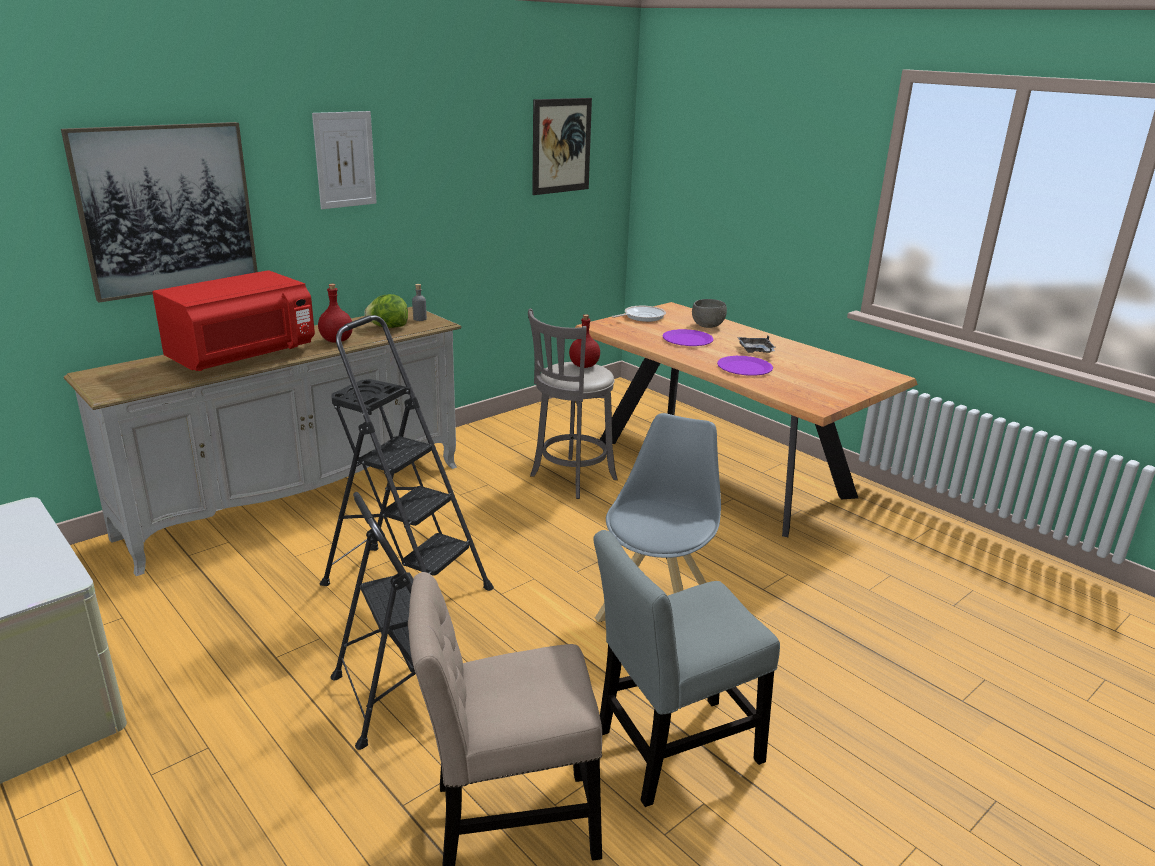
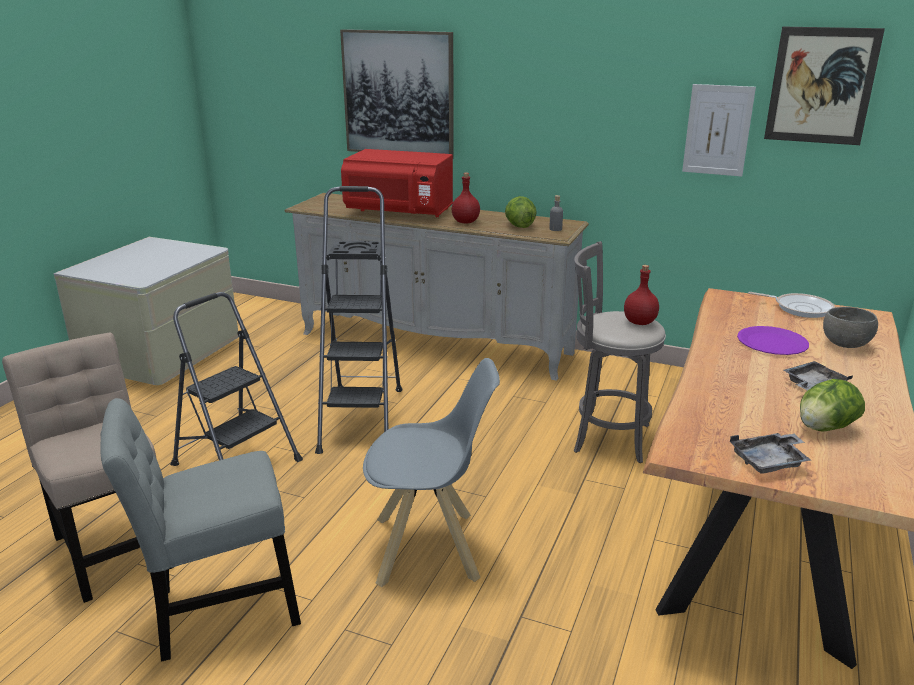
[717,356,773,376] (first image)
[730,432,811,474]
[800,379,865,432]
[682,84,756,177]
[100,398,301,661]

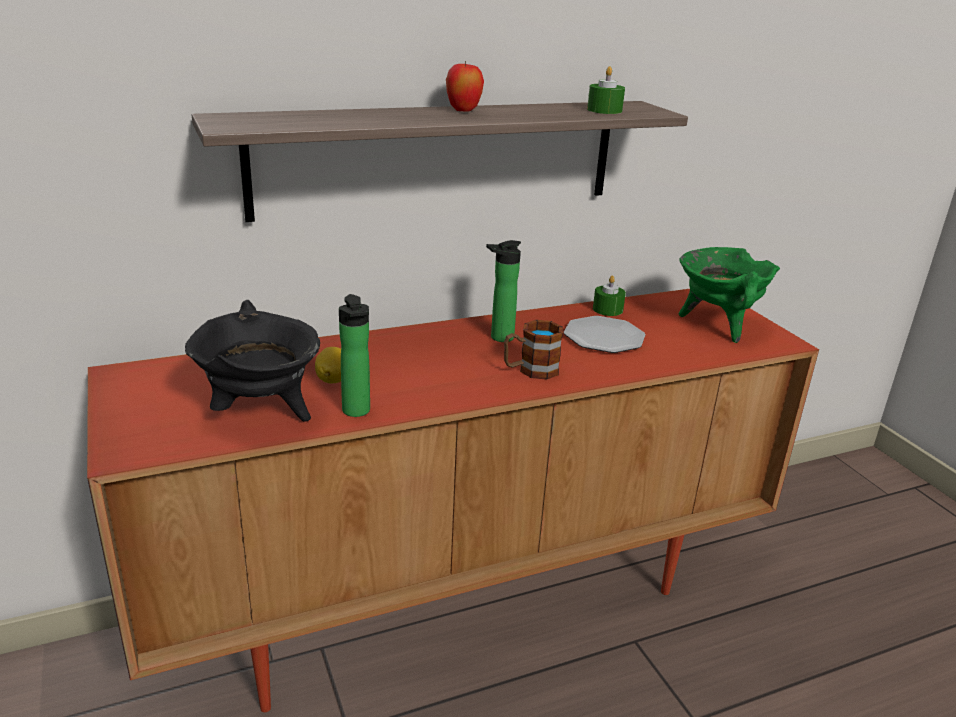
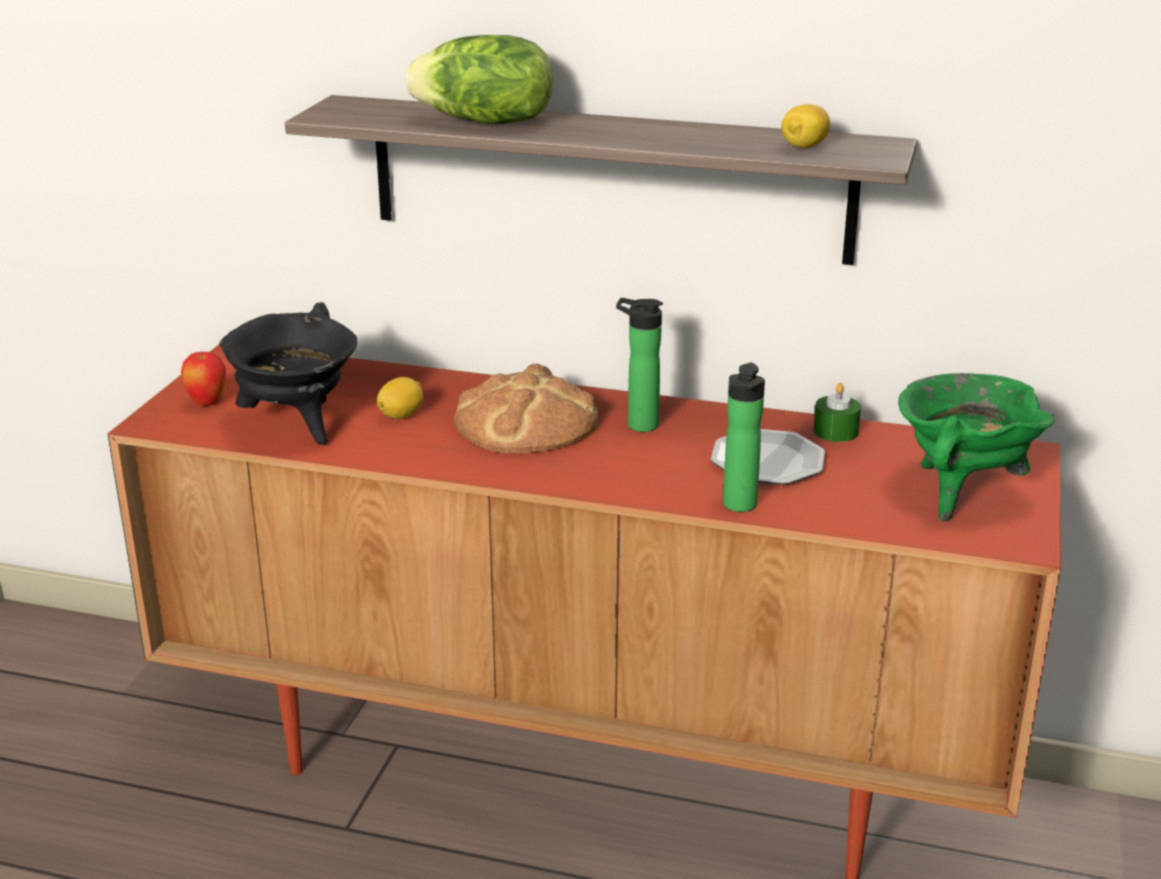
[504,320,563,380] (first image)
[405,35,553,124]
[454,363,598,453]
[723,363,765,512]
[181,351,226,406]
[781,104,830,148]

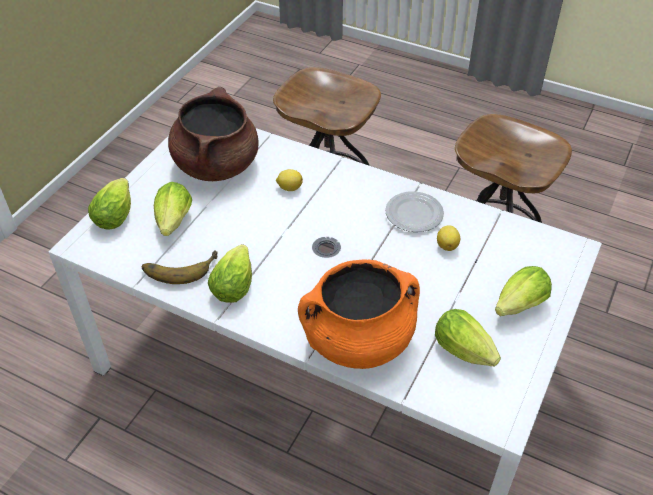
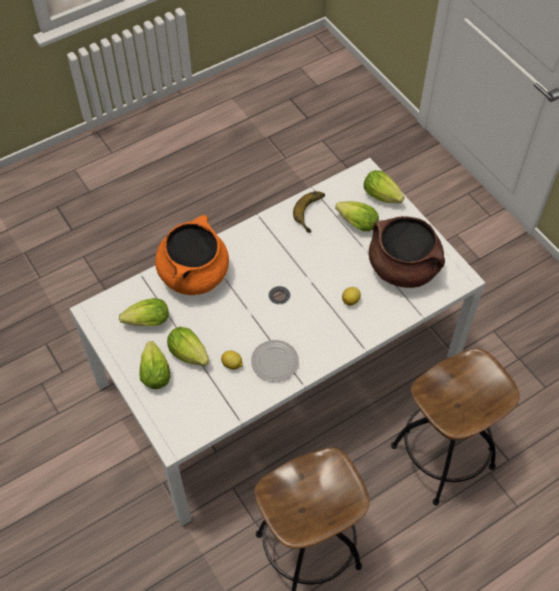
[167,327,209,366]

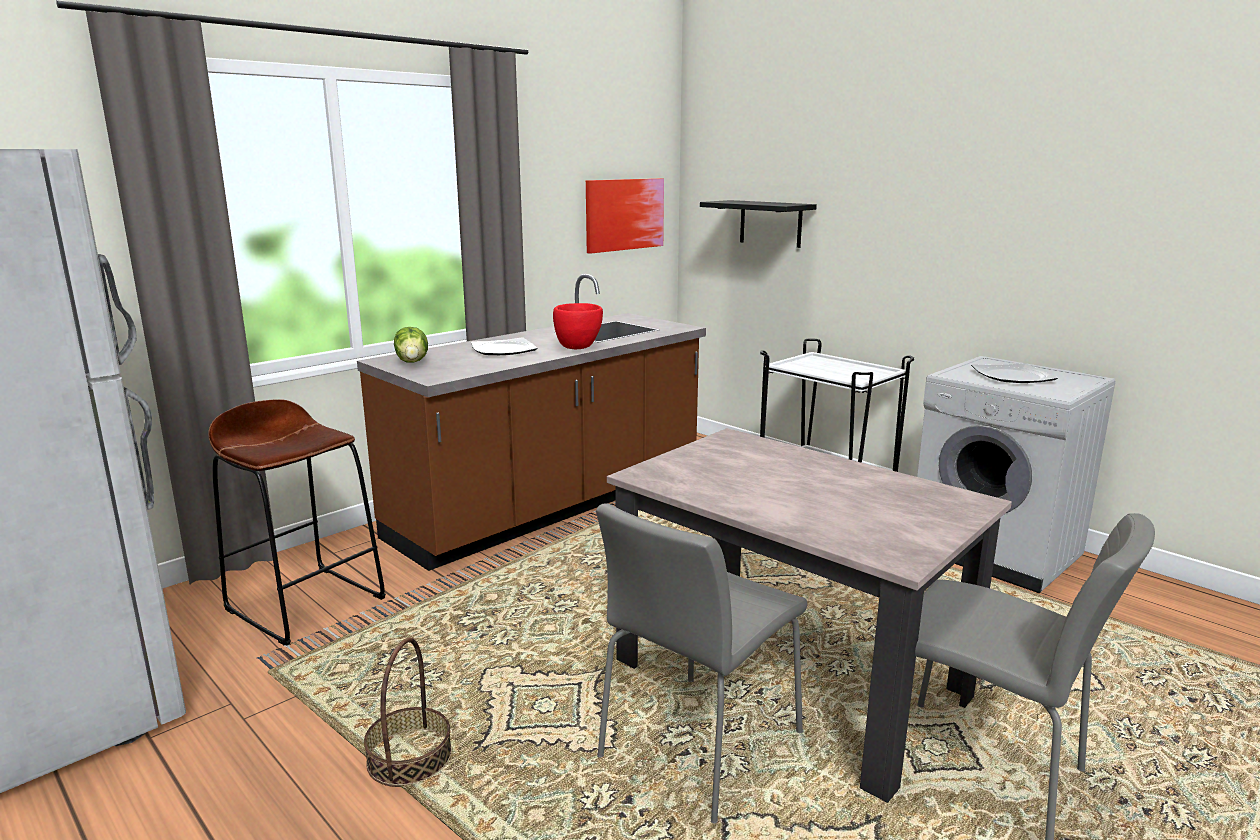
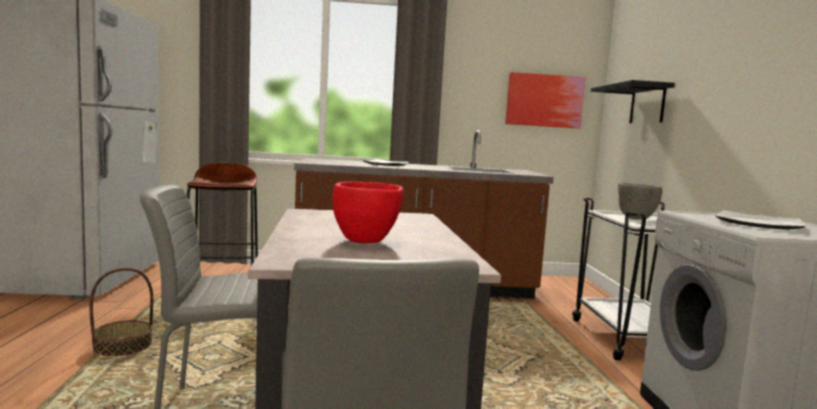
[394,327,428,363] (first image)
[618,183,662,220]
[333,181,404,243]

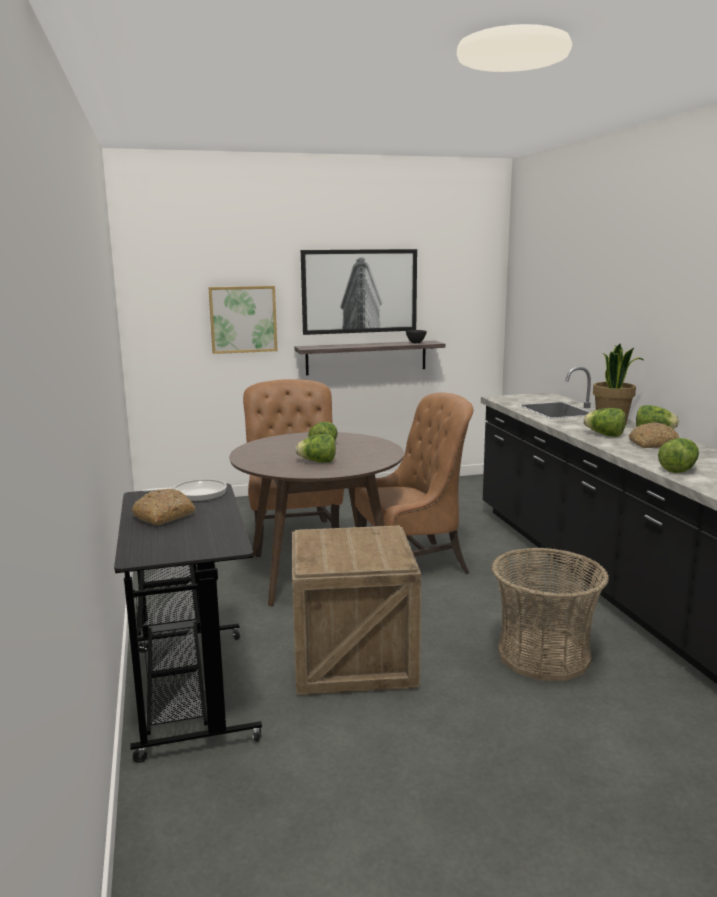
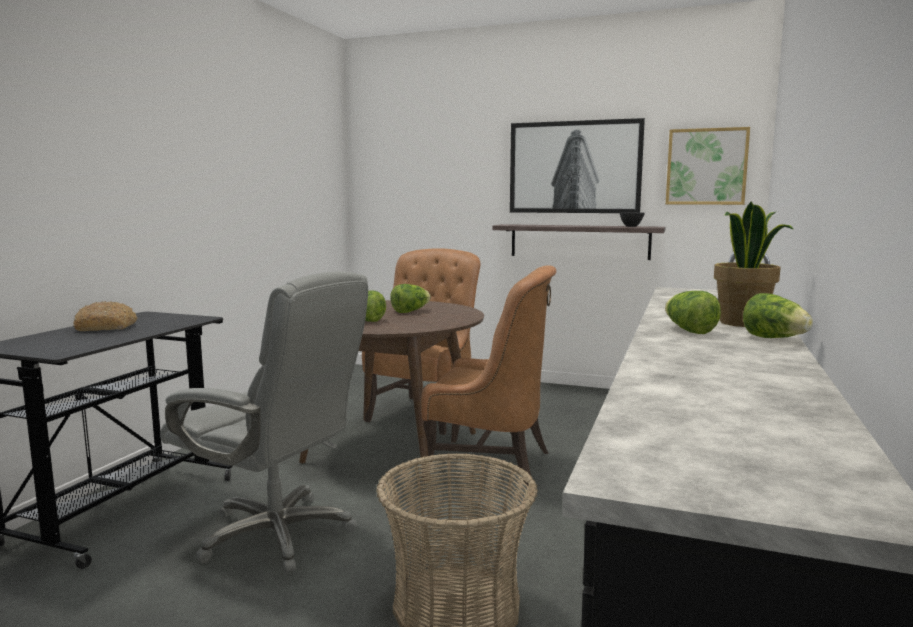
[143,479,227,502] (first image)
[629,422,679,448] (first image)
[658,438,699,473] (first image)
[666,127,750,205]
[160,272,368,574]

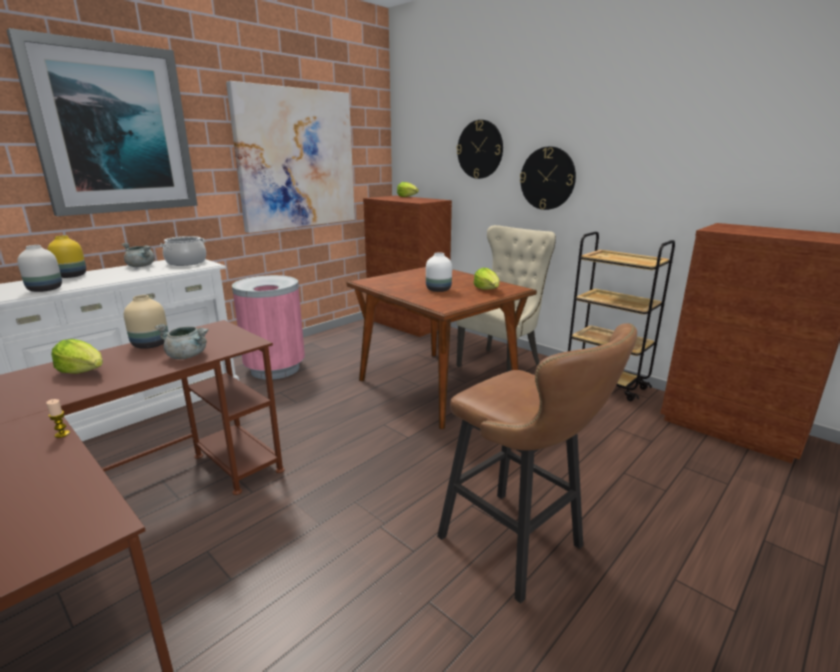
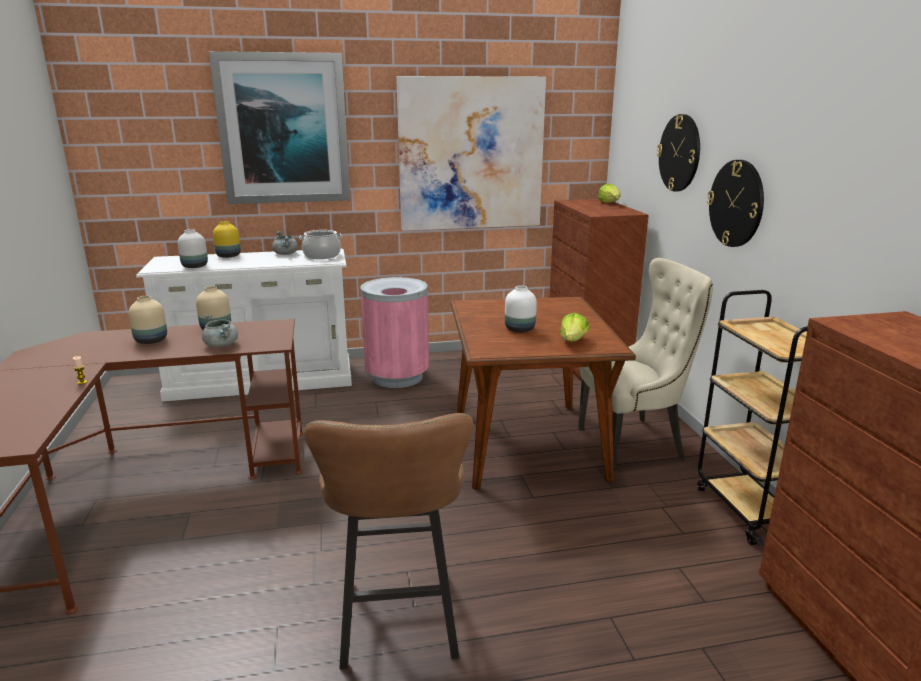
[128,296,167,344]

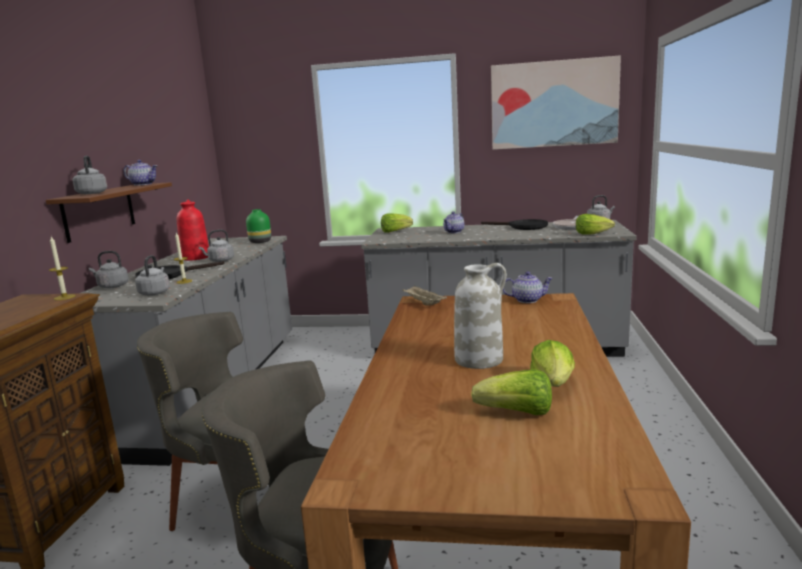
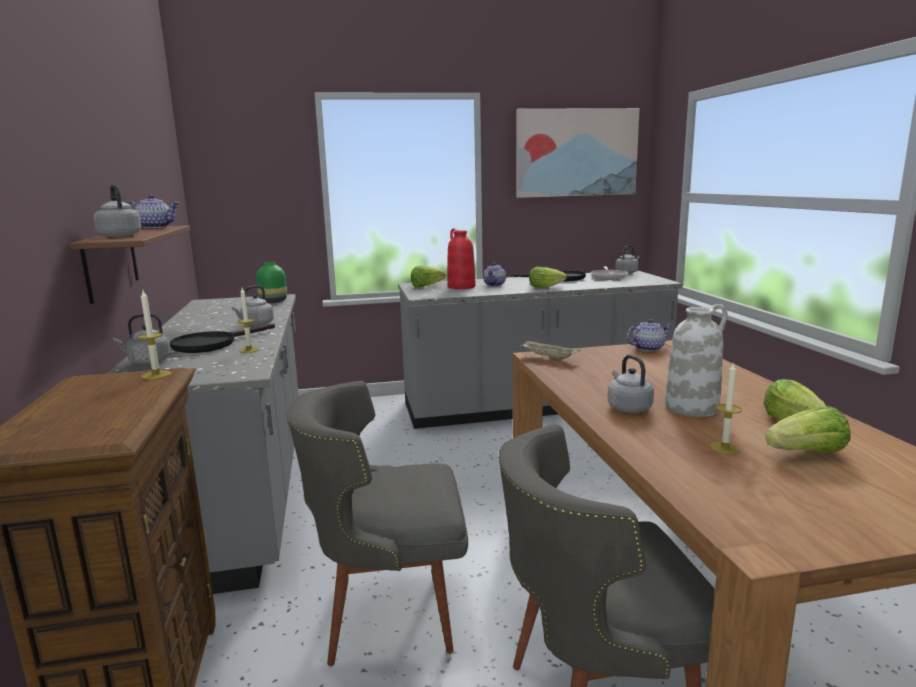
[710,362,742,454]
[608,355,654,413]
[447,228,475,289]
[529,267,567,288]

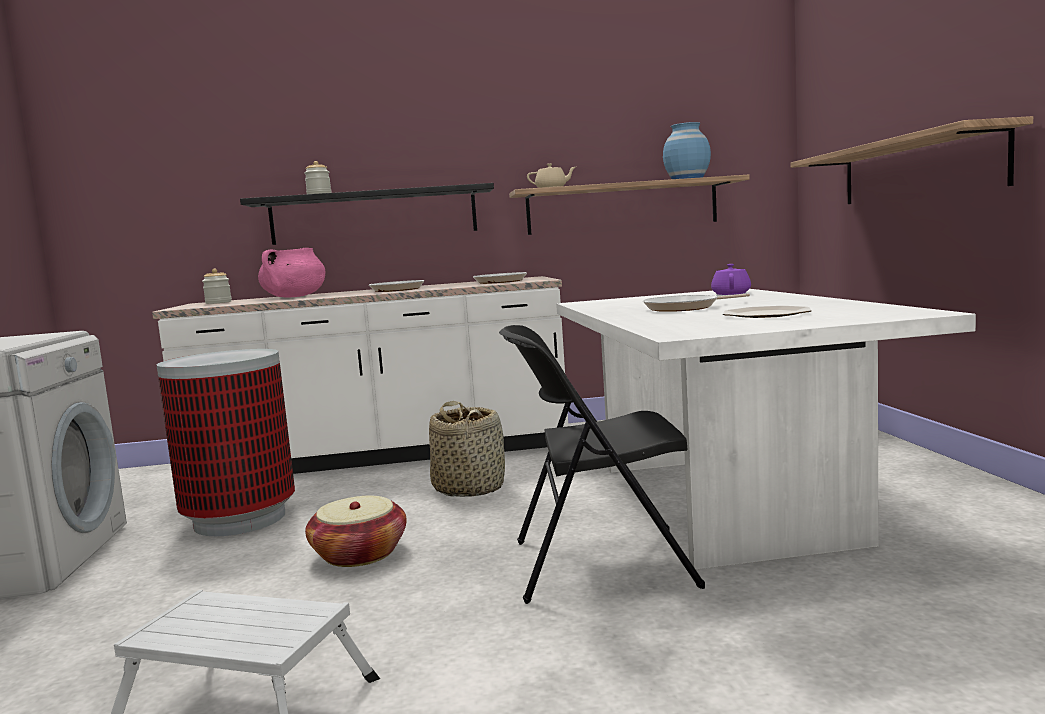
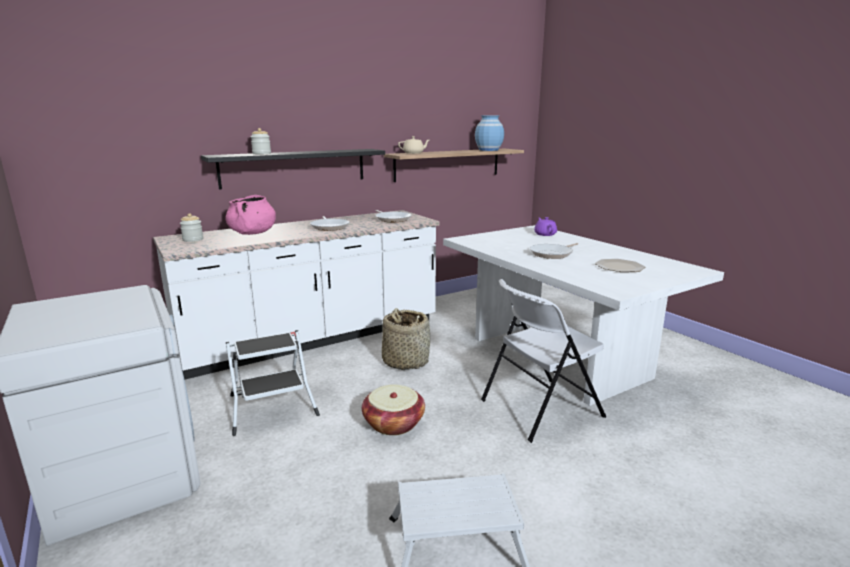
[790,116,1033,204] (first image)
[226,330,320,436]
[481,279,606,443]

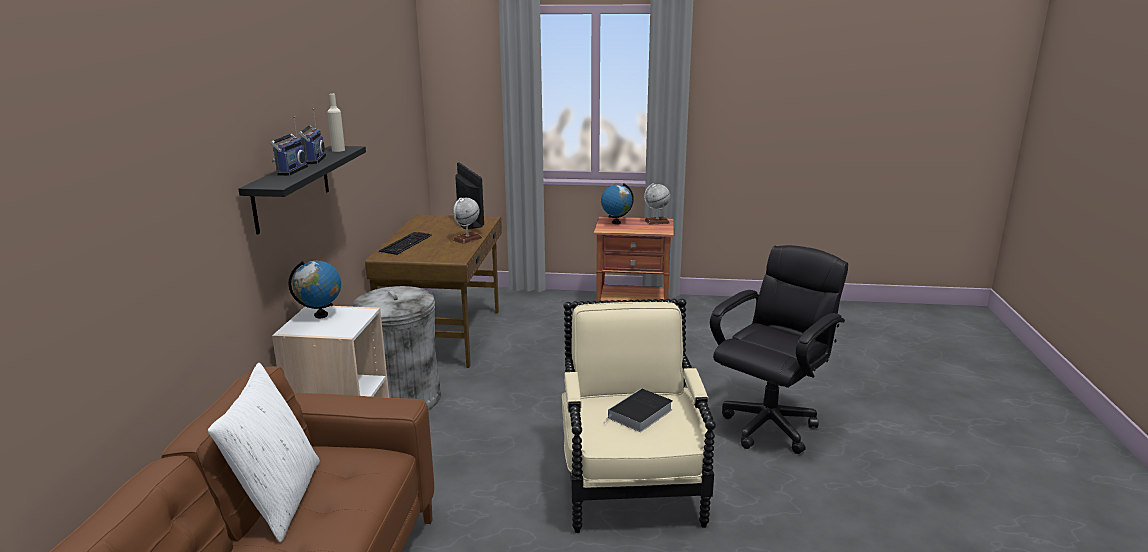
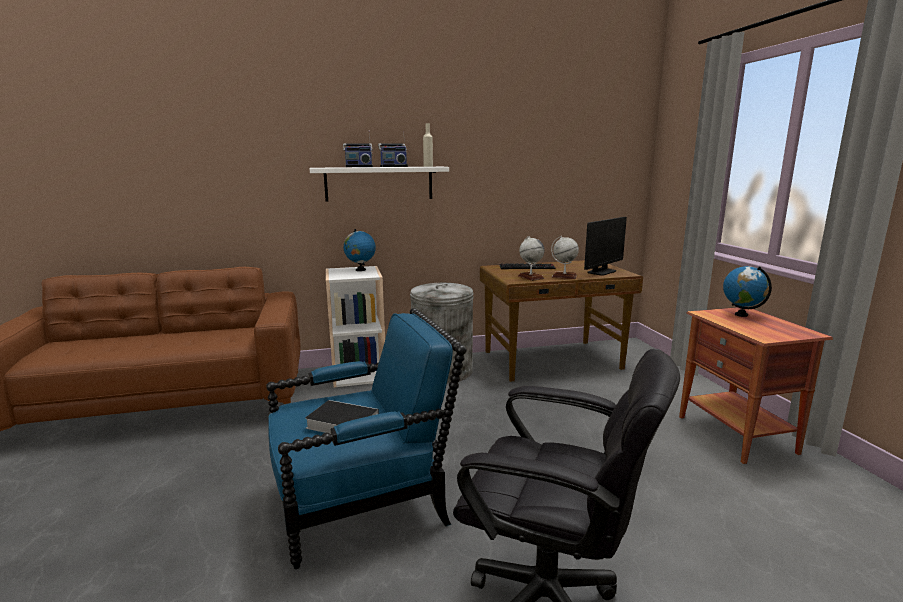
[208,363,320,542] (first image)
[518,236,545,281]
[310,167,449,201]
[266,308,467,569]

